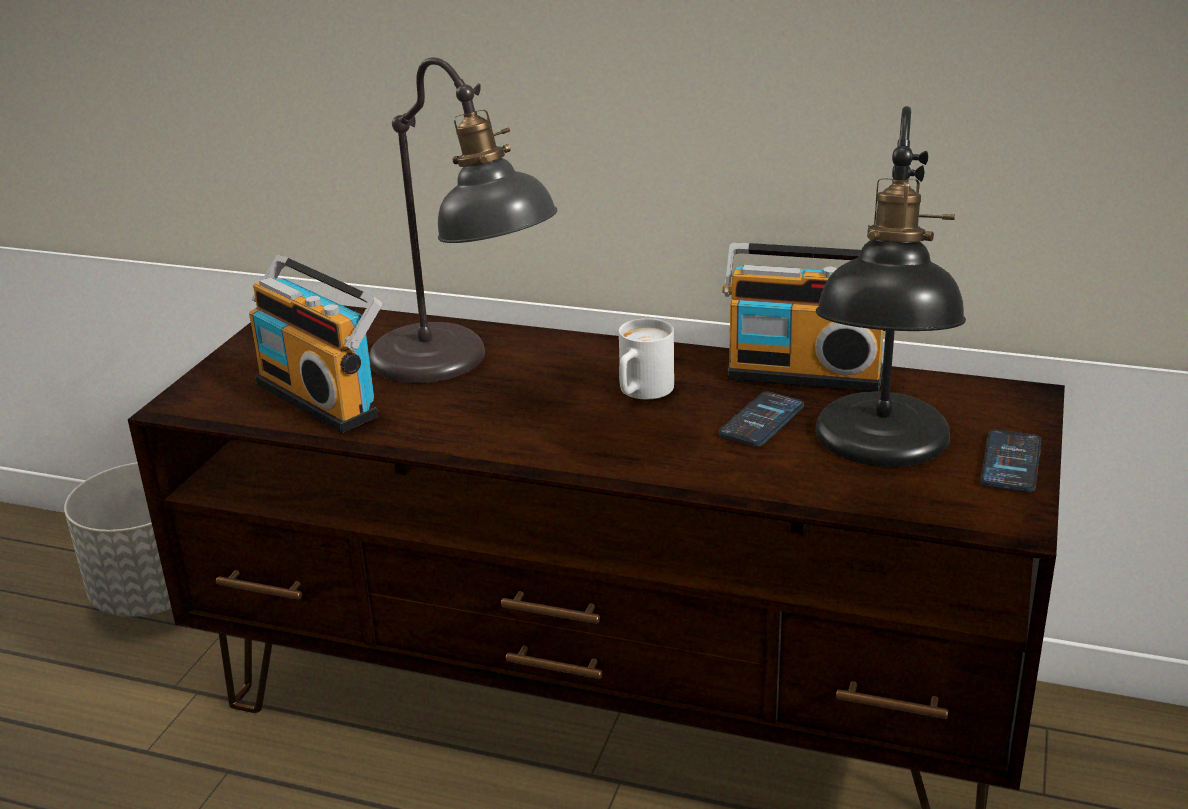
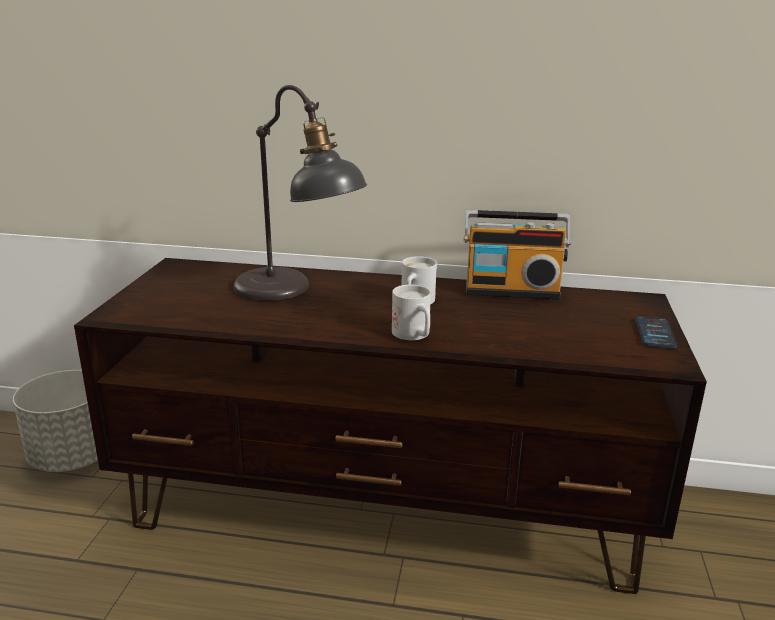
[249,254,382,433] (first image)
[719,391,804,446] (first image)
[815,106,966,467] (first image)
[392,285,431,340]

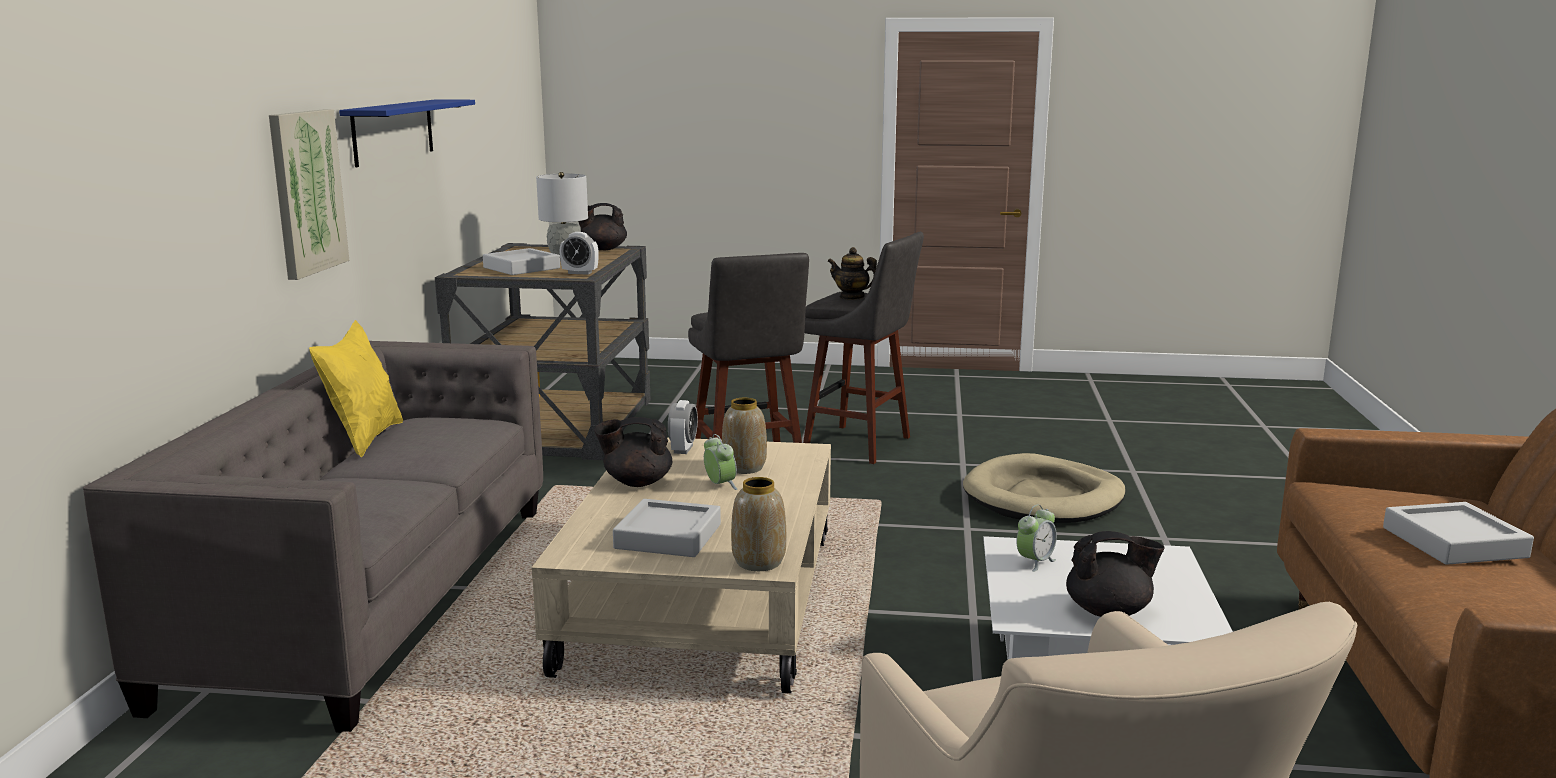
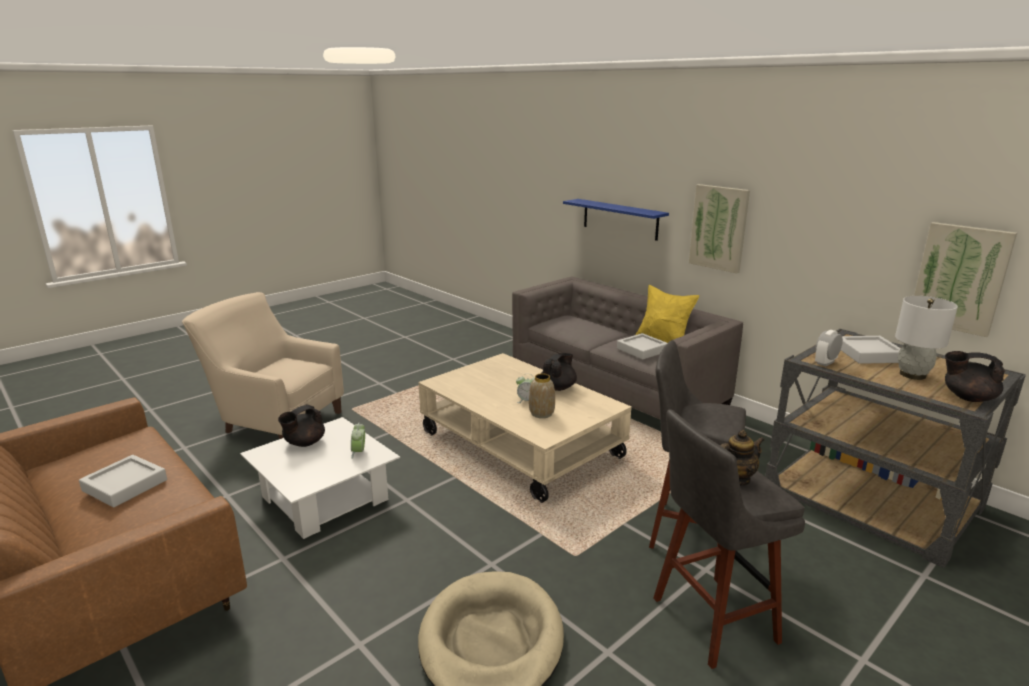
[668,400,698,454] (first image)
[731,477,786,571] (first image)
[914,222,1017,337]
[563,199,669,241]
[617,333,667,360]
[945,351,1005,402]

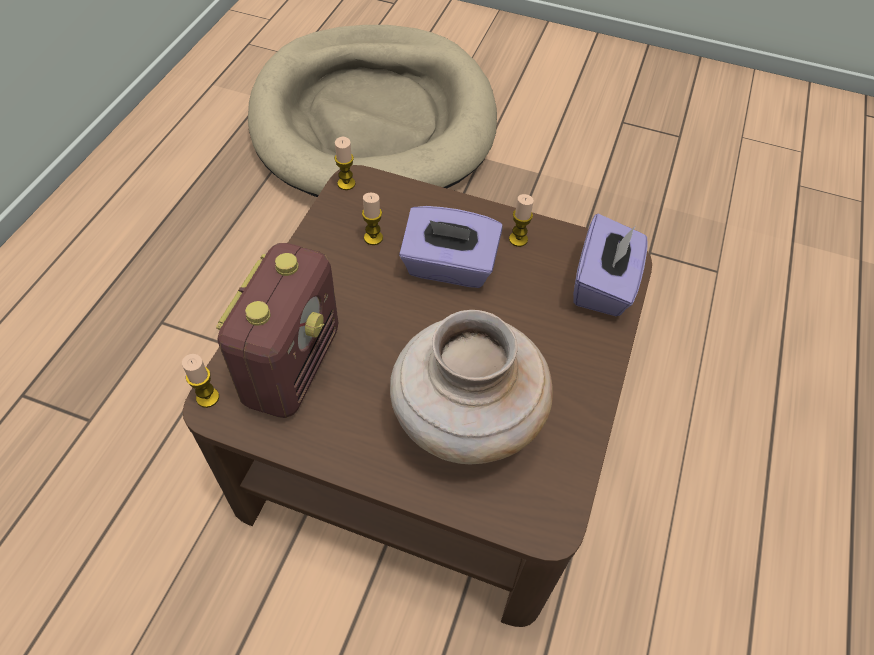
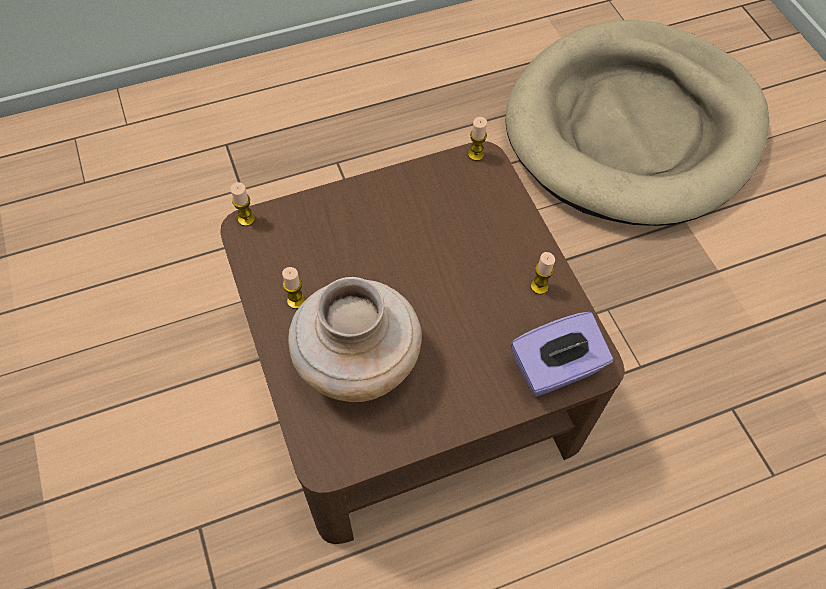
[216,243,338,418] (first image)
[399,206,503,288] (first image)
[282,267,305,309]

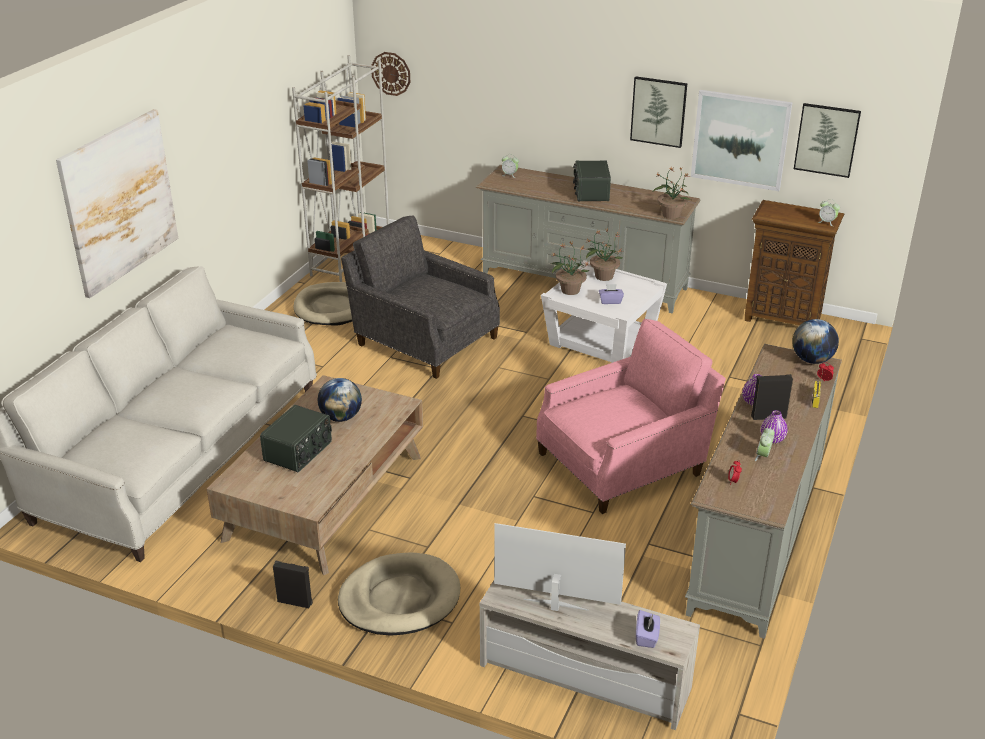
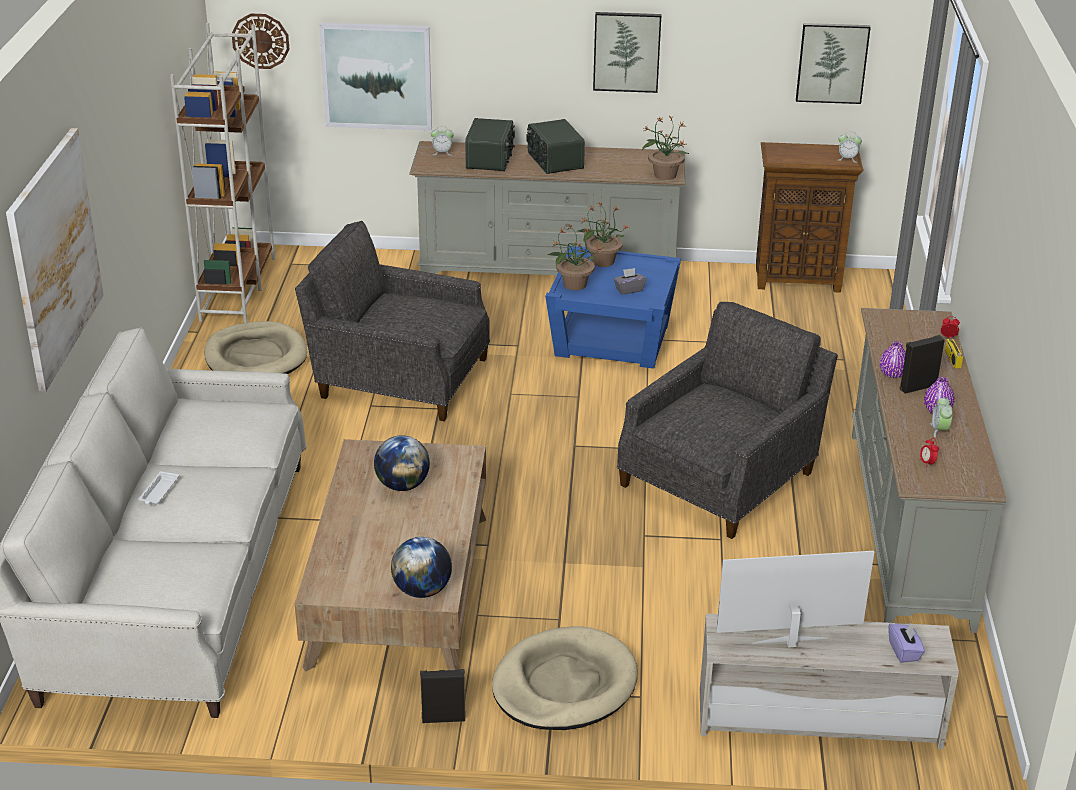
[138,471,179,504]
[465,118,515,171]
[319,22,432,131]
[391,537,452,598]
[617,302,838,539]
[545,245,681,369]
[614,268,647,295]

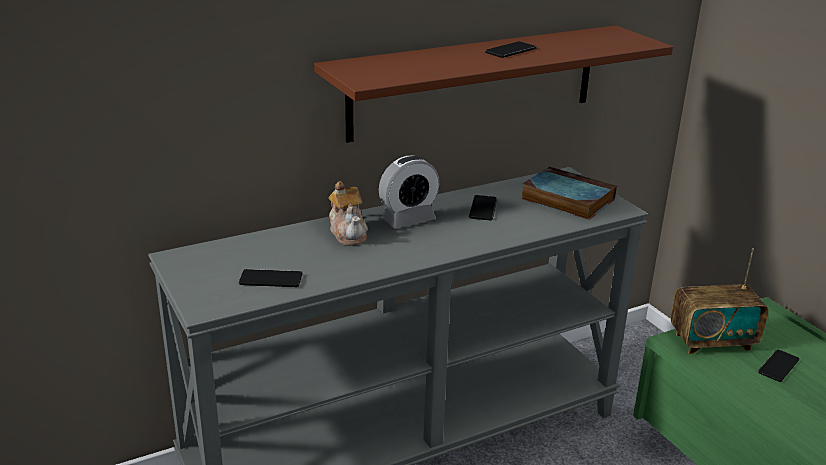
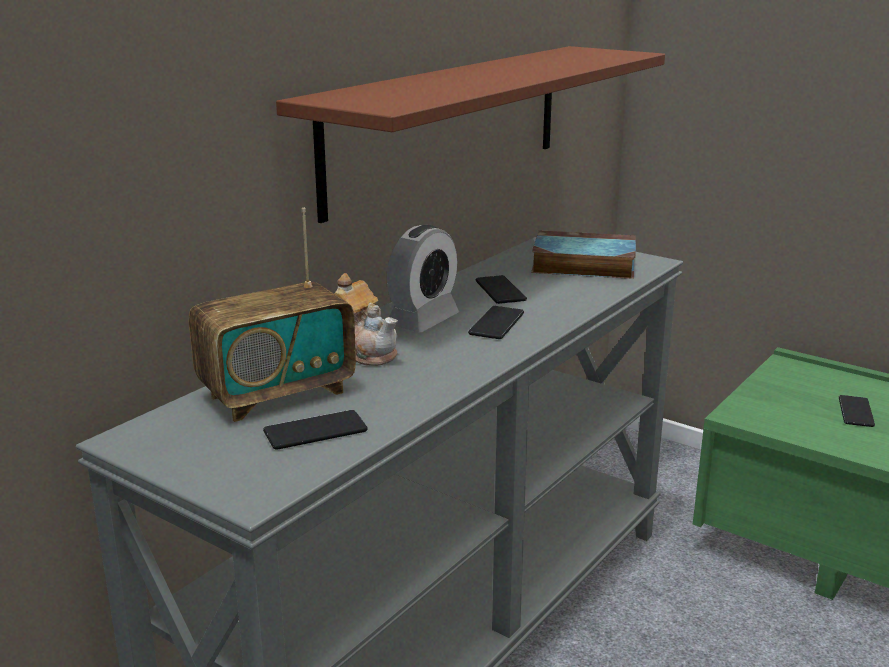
[468,306,524,339]
[189,208,356,422]

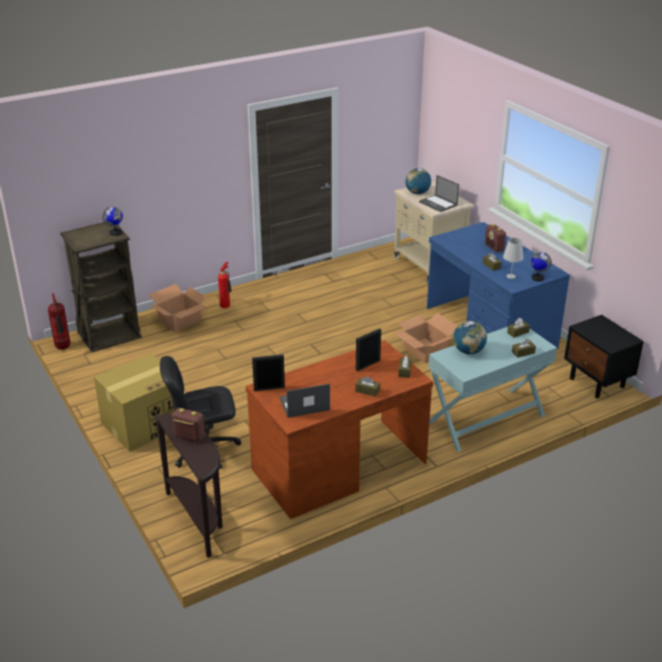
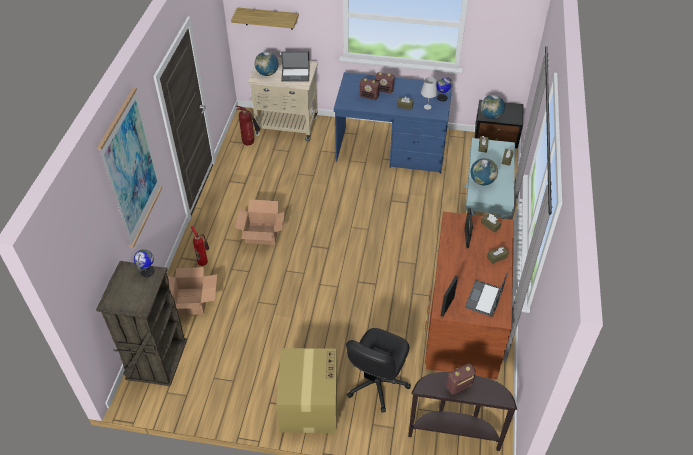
[97,87,162,248]
[231,7,299,30]
[359,78,380,100]
[481,95,505,119]
[236,106,260,146]
[235,199,285,245]

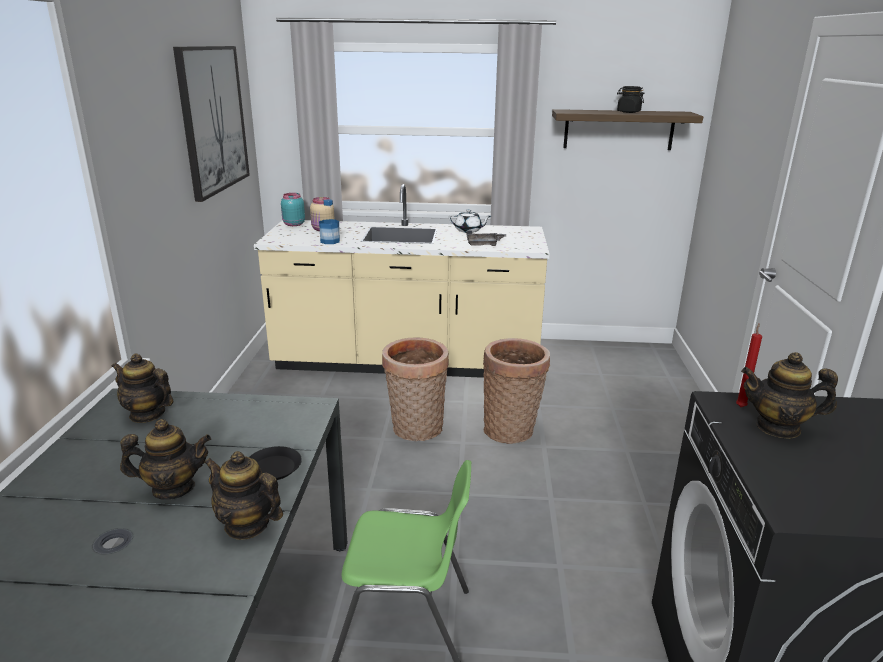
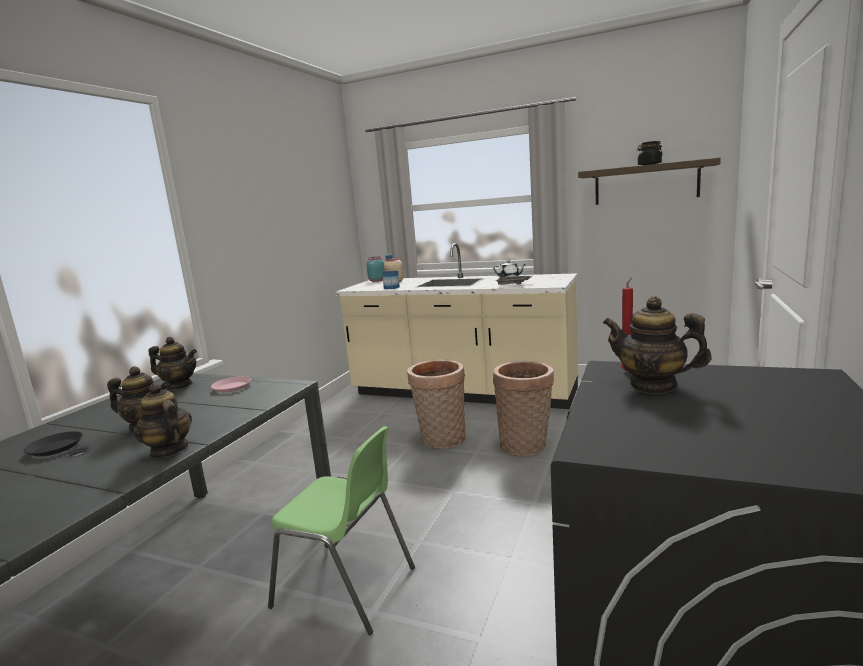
[173,46,250,202] (first image)
[211,376,251,393]
[24,431,83,457]
[149,337,197,389]

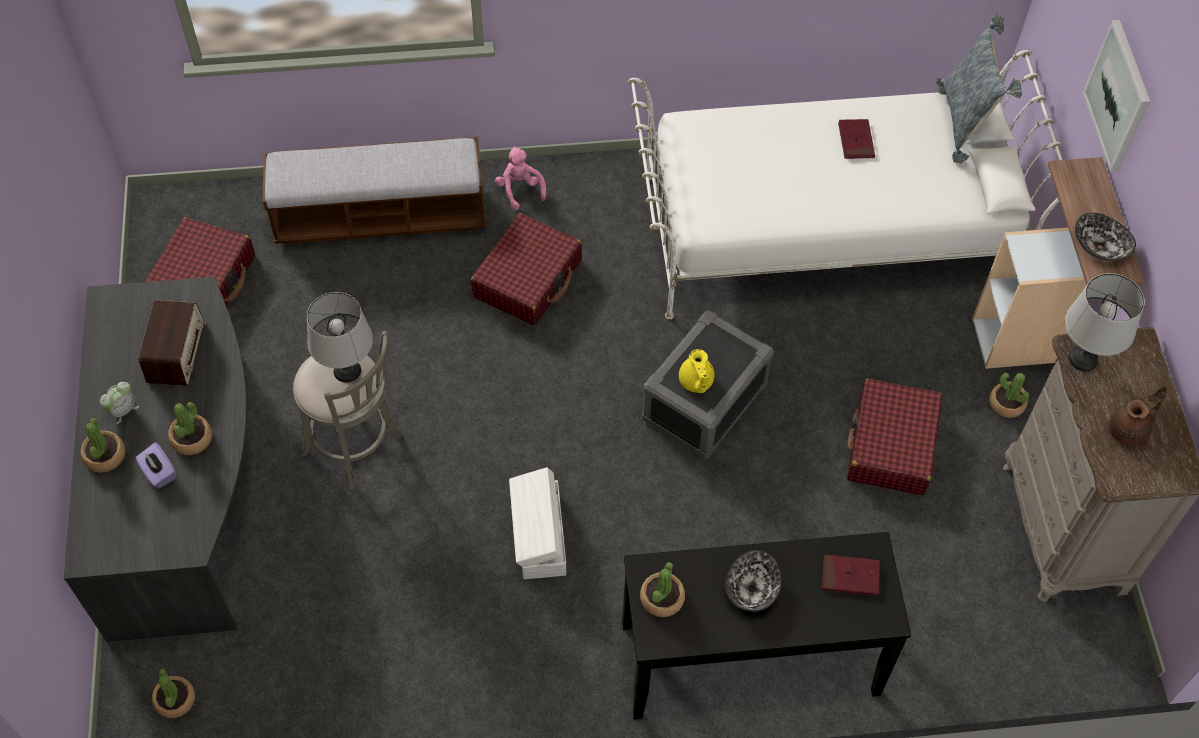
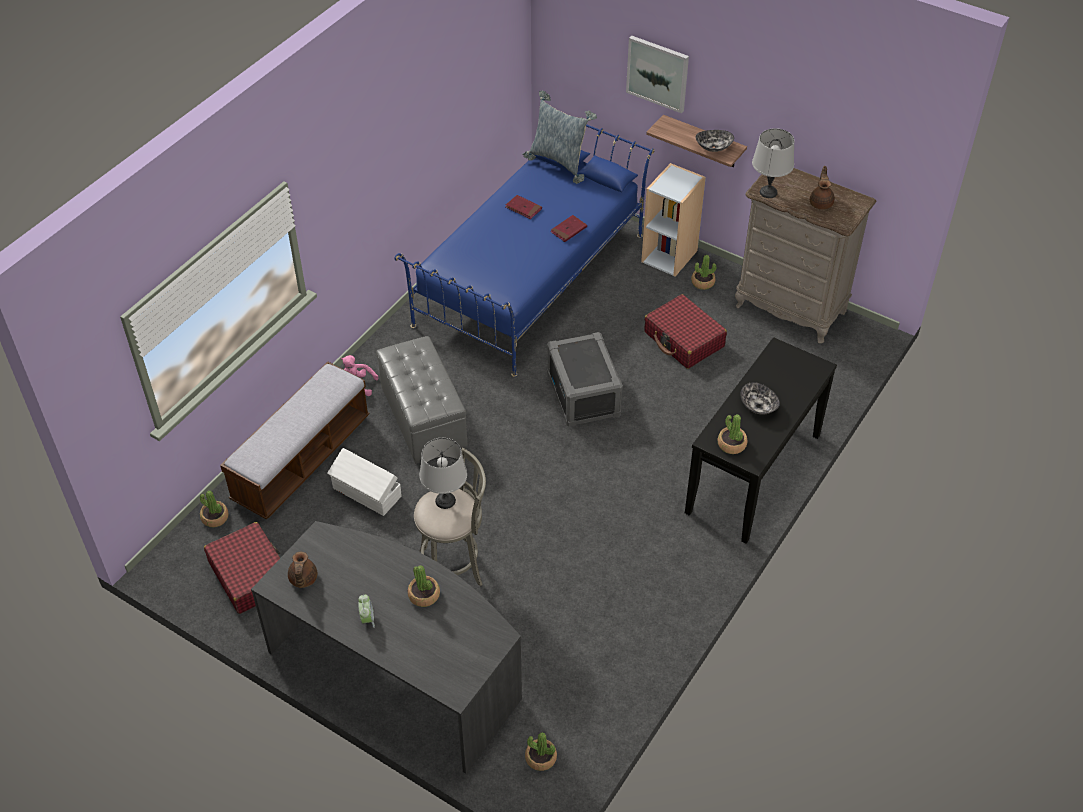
[136,442,176,489] (first image)
[138,300,204,386] (first image)
[679,349,714,393] (first image)
[288,552,317,588]
[200,491,229,527]
[328,448,402,516]
[551,215,587,242]
[376,336,468,464]
[395,124,654,377]

